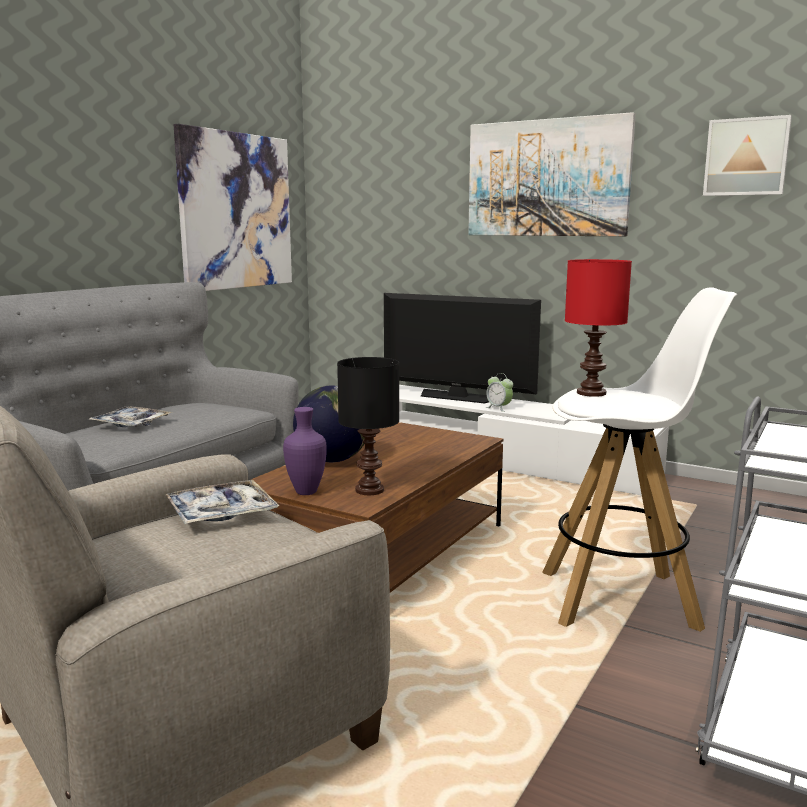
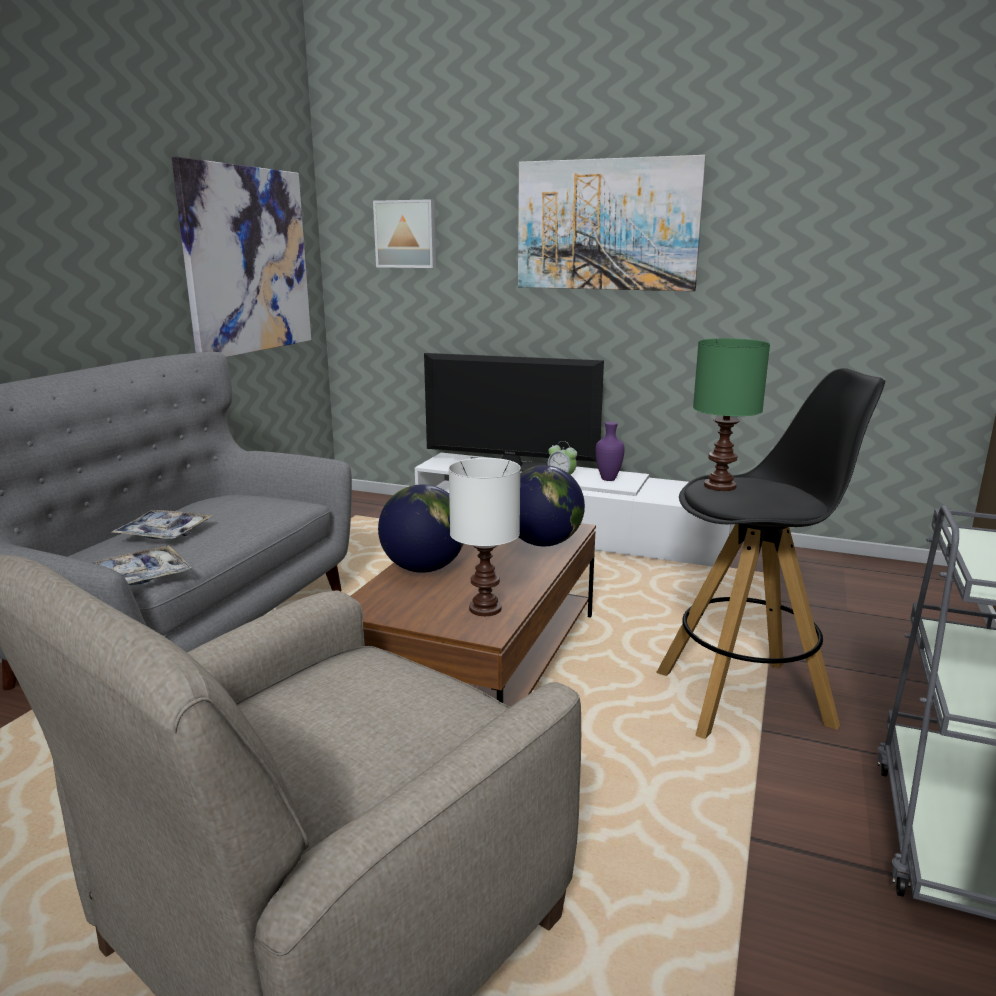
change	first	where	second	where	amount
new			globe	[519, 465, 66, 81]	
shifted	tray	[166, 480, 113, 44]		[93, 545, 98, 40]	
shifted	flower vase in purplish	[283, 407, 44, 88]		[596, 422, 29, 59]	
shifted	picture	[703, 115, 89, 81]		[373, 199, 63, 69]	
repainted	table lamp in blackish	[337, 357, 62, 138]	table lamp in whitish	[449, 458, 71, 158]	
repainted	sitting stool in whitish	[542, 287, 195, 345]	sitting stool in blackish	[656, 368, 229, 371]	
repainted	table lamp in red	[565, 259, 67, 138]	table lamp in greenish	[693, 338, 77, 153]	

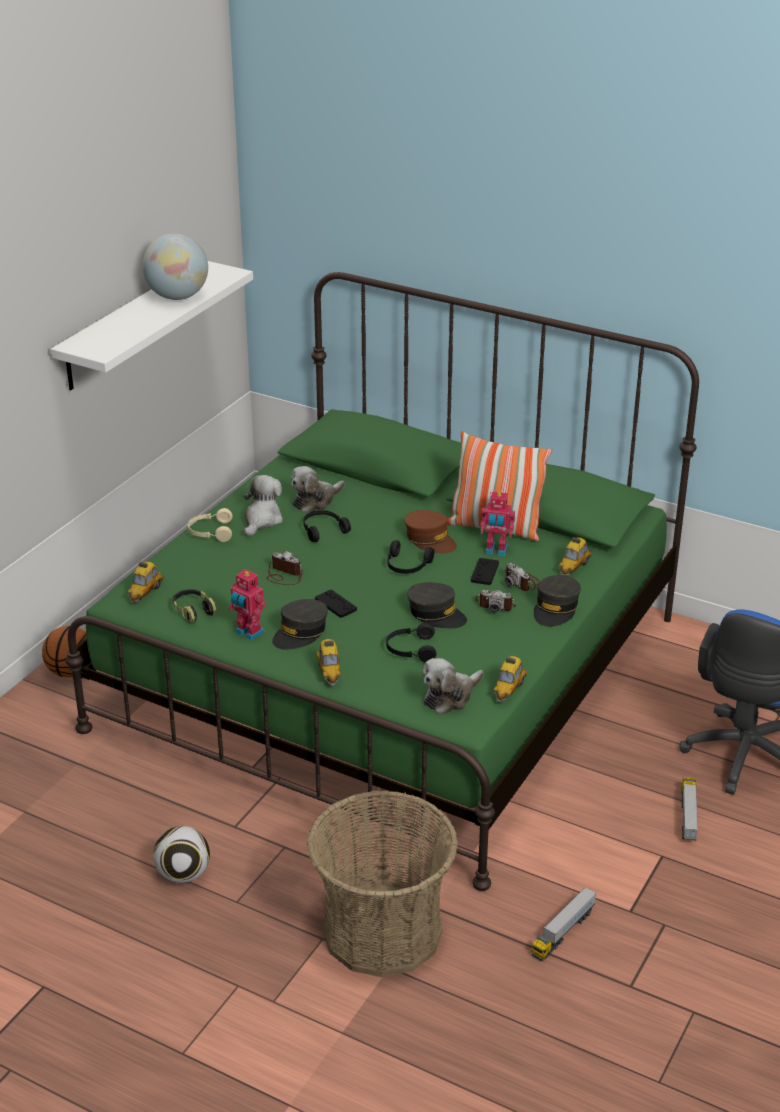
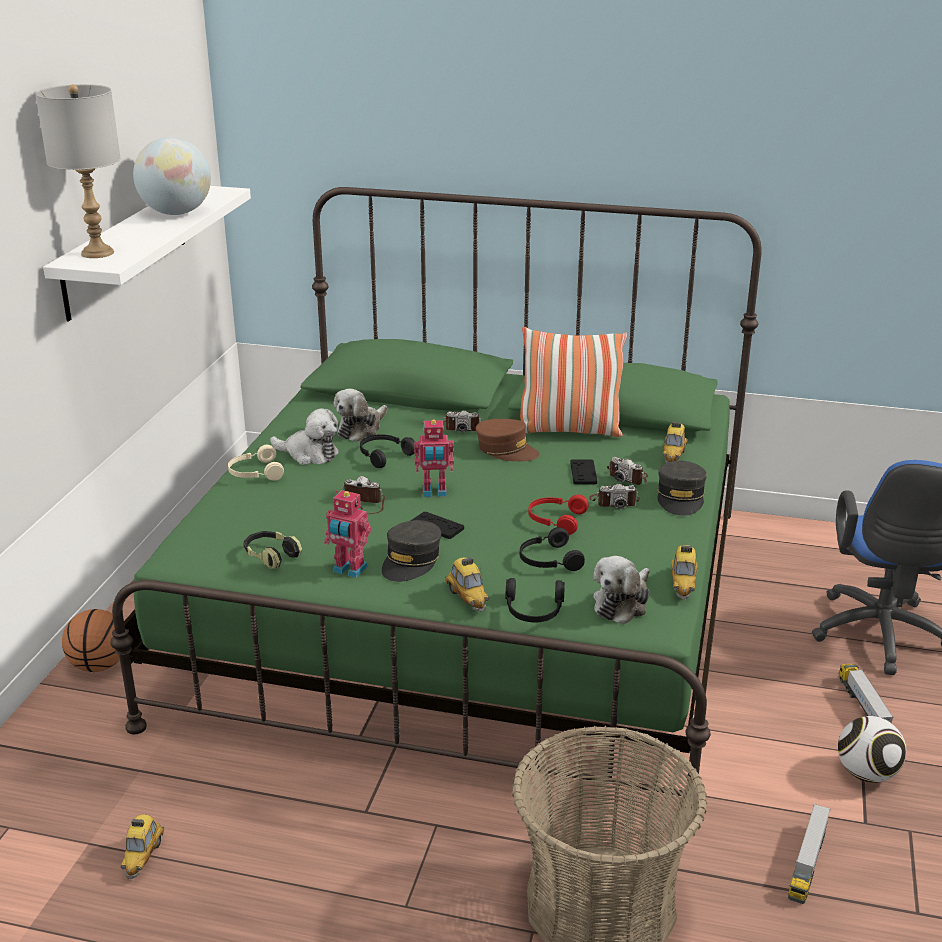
change	first	where	second	where	amount
new			table lamp in gray	[35, 84, 86, 174]	
new			photo camera	[443, 410, 38, 22]	
shifted	model car	[127, 562, 37, 41]		[121, 815, 43, 64]	
shifted	football ball	[153, 826, 57, 57]		[838, 716, 68, 67]	
shifted	headphones in blackish	[387, 540, 47, 34]		[506, 578, 59, 44]	
shifted	toy robot	[481, 492, 34, 64]		[414, 420, 40, 77]	
swapped	cap in gray	[407, 582, 60, 46]	headphones in red	[528, 495, 60, 40]	
rotated	soft toy	[243, 475, 40, 61]		[270, 408, 69, 57]	105 degrees clockwise

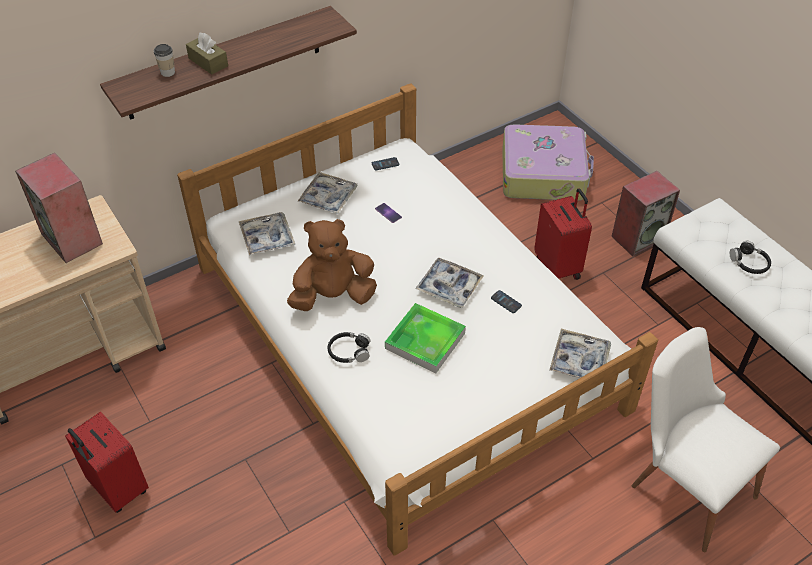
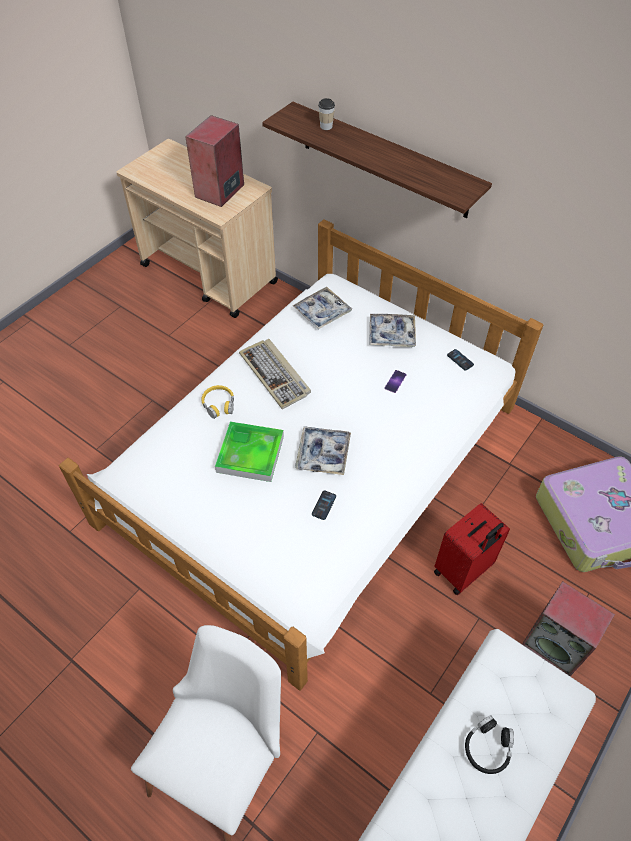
change	first	where	second	where	amount
gone	suitcase in red	[65, 412, 84, 101]			
gone	tissue holder in brownish	[186, 33, 42, 42]			
gone	tray	[549, 329, 62, 55]			
swapped	soft toy in brownish	[287, 219, 90, 92]	computer keyboard	[239, 339, 72, 70]	
repainted	headphones in blackish	[328, 332, 42, 31]	headphones in yellow-coloured	[201, 385, 33, 34]	

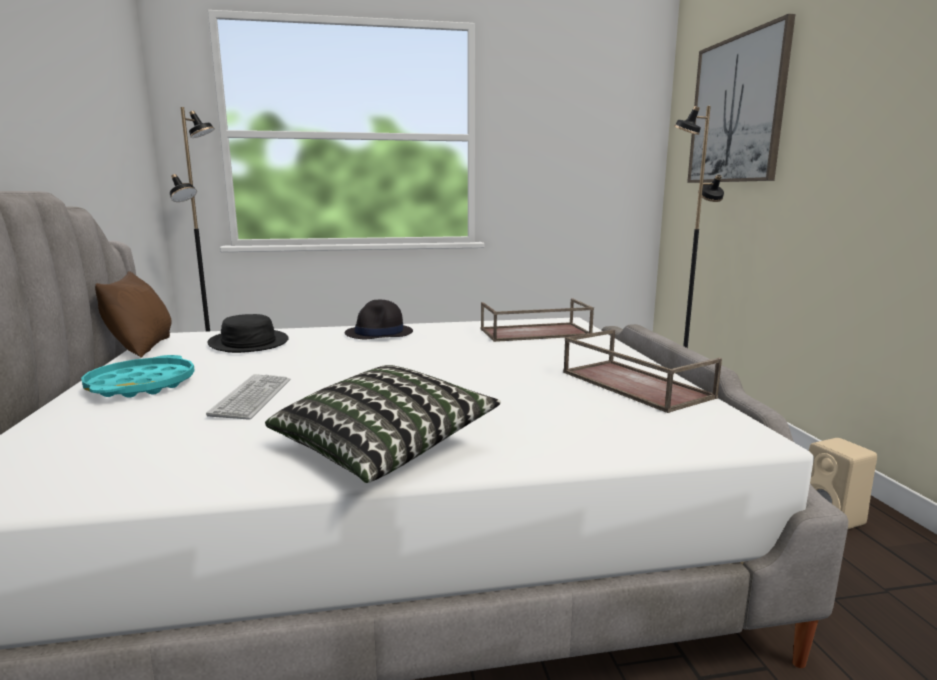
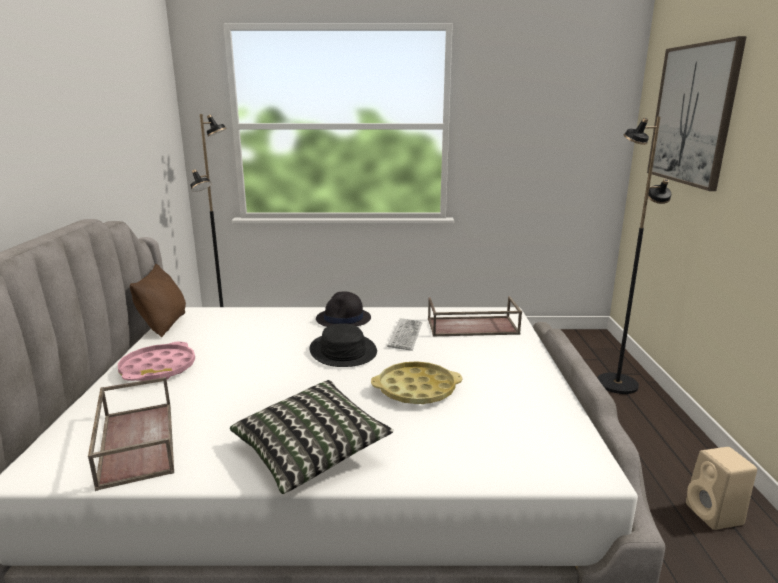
change	first	where	second	where	amount
new			tray in yellow-coloured	[371, 361, 91, 43]	
shifted	computer keyboard	[206, 374, 84, 46]		[387, 318, 35, 33]	
shifted	wearable hat in blackish	[208, 314, 80, 39]		[309, 323, 68, 44]	
shifted	tray in brownish	[563, 330, 159, 83]		[88, 377, 86, 114]	
repainted	tray in turquoise-coloured	[81, 355, 114, 43]	tray in pinkish	[118, 342, 77, 39]	

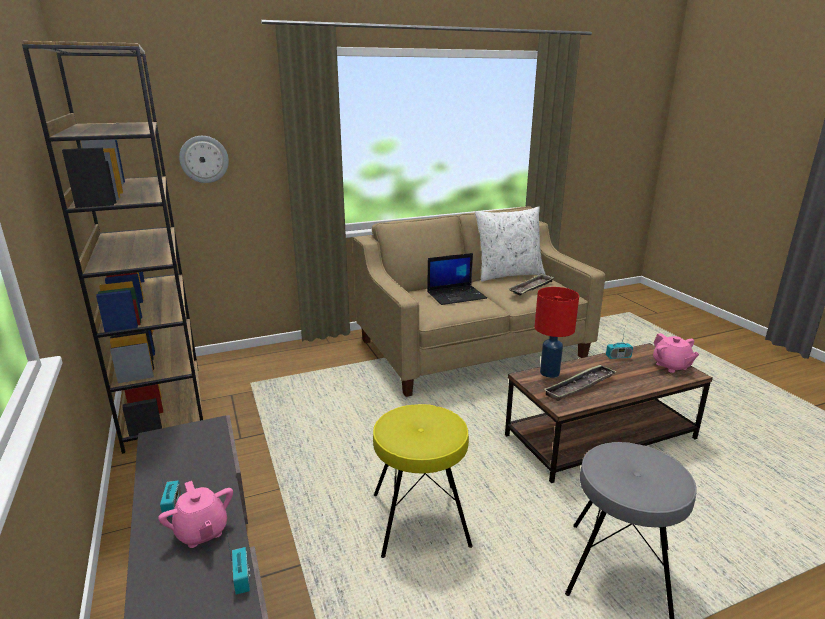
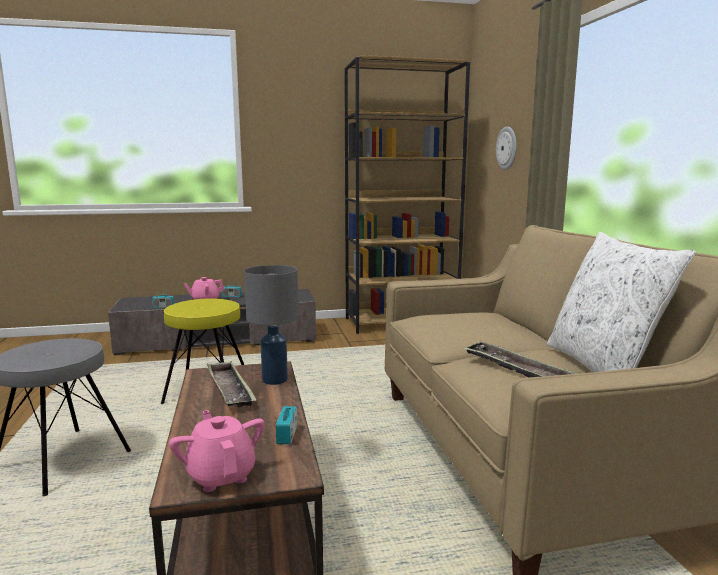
change	first	where	second	where	amount
gone	notebook computer	[427, 253, 60, 52]			
repainted	table lamp in red	[535, 287, 44, 91]	table lamp in gray	[244, 265, 55, 120]	
rotated	tea pot in pinkish	[653, 333, 46, 40]		[169, 410, 96, 82]	75 degrees clockwise

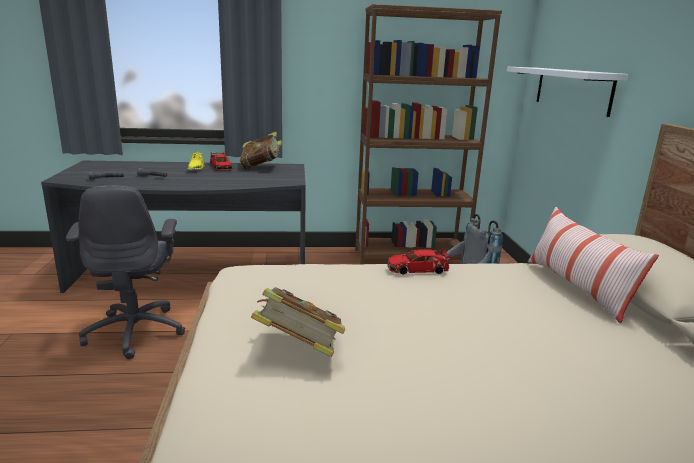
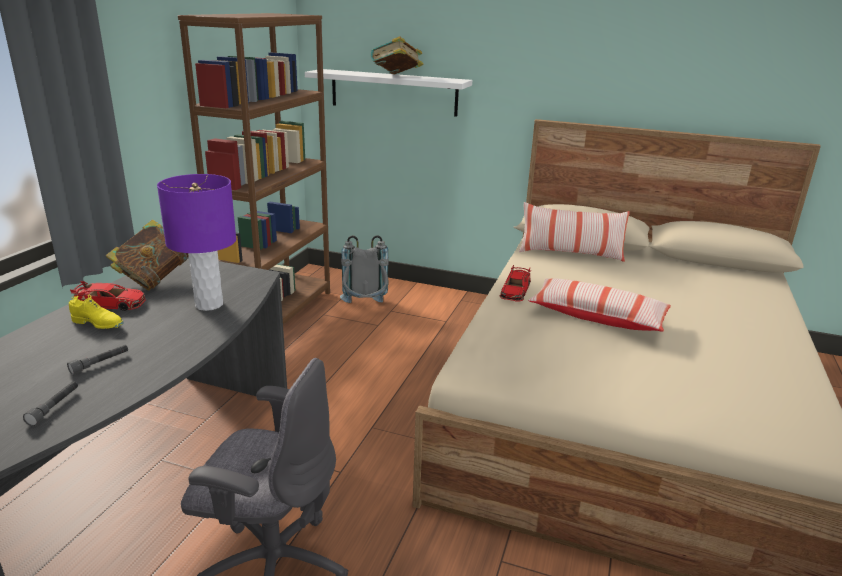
change	first	where	second	where	amount
new			table lamp in purplish	[157, 174, 79, 137]	
new			pillow	[528, 278, 143, 54]	
shifted	volume	[251, 287, 94, 70]		[371, 36, 52, 38]	

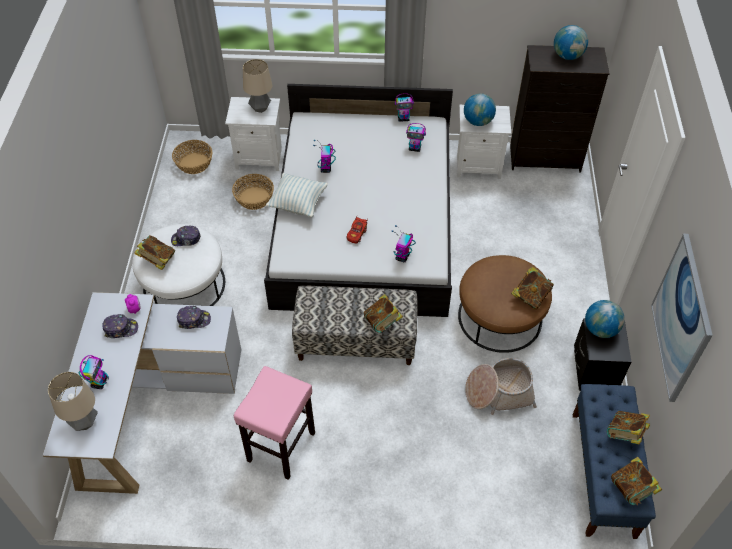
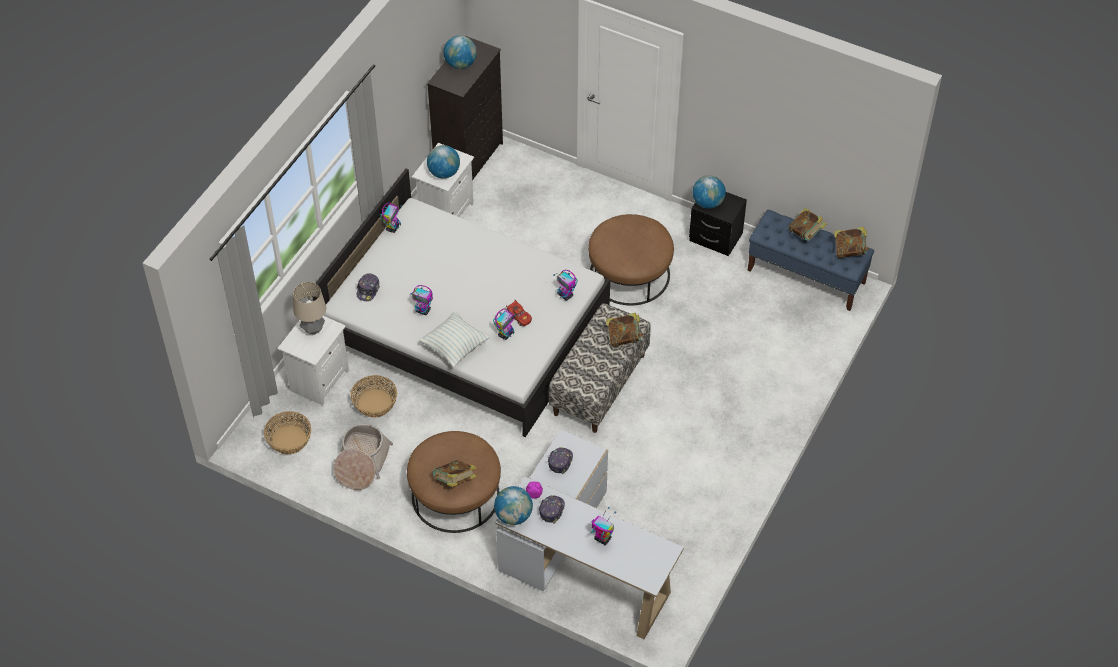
change	first	where	second	where	amount
gone	table lamp	[48, 372, 50, 59]			
gone	sitting stool in pinkish	[234, 366, 81, 114]			
gone	volume	[511, 267, 43, 43]			
gone	picture	[651, 234, 62, 168]			
new			globe	[494, 486, 39, 39]	
shifted	cap	[171, 226, 30, 20]		[356, 273, 24, 28]	
shifted	toy robot	[406, 123, 20, 29]		[493, 309, 23, 31]	
shifted	storage basket	[465, 358, 72, 57]		[334, 424, 59, 66]	
repainted	ottoman in whitish	[132, 224, 93, 82]	ottoman in brownish	[407, 431, 94, 102]	

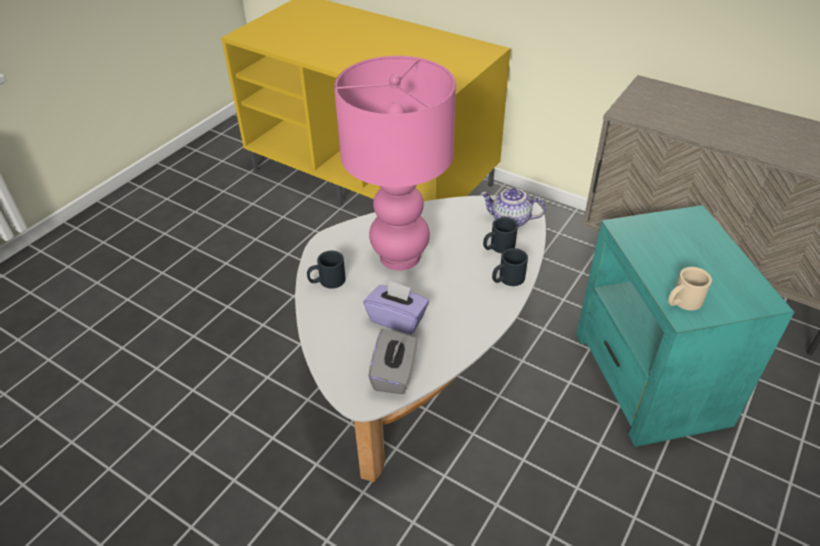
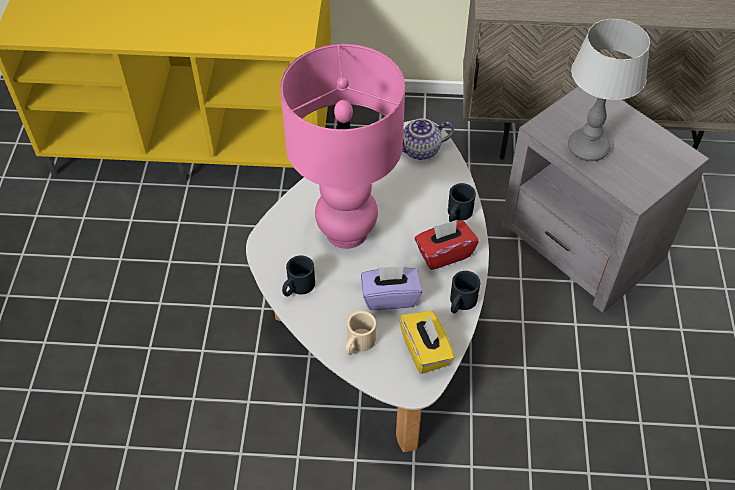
change	first	where	second	where	amount
new			tissue holder in red	[415, 220, 64, 50]	
new			table lamp	[568, 19, 82, 142]	
shifted	coffee mug in blackish	[483, 217, 35, 36]		[450, 271, 30, 42]	
shifted	coffee mug in beige-coloured	[668, 267, 44, 44]		[345, 311, 31, 44]	
repainted	tissue holder in gray	[368, 328, 49, 66]	tissue holder in yellow-coloured	[399, 311, 56, 63]	
repainted	end table in turquoise-coloured	[576, 205, 218, 242]	end table in gray	[500, 86, 209, 227]	

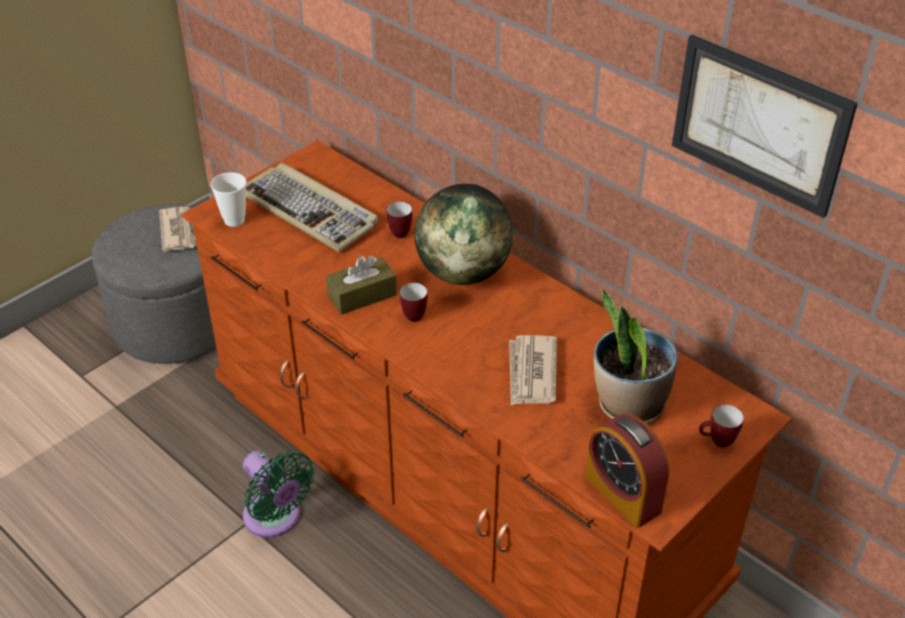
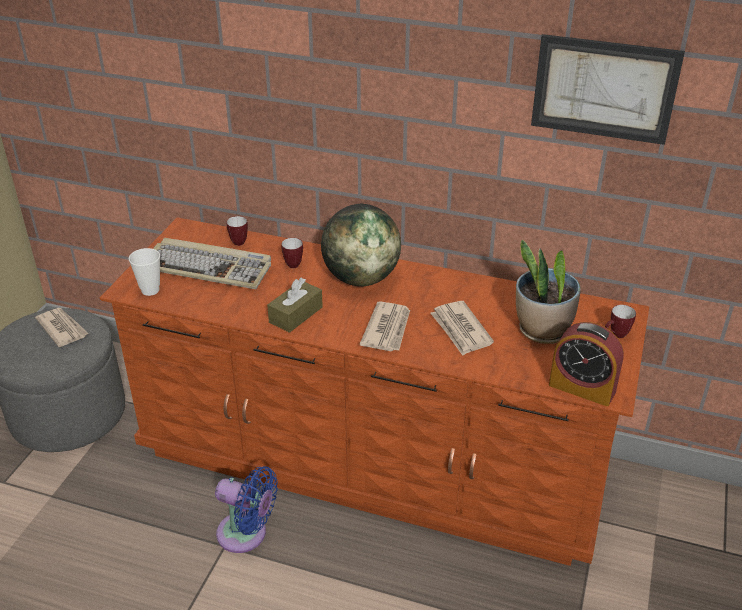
change	first	where	second	where	amount
new			daily paper	[360, 301, 50, 50]	
shifted	coffee mug	[399, 283, 29, 39]		[227, 216, 21, 30]	
repainted	fan in greenish	[243, 451, 71, 87]	fan in bluish	[215, 466, 63, 87]	

